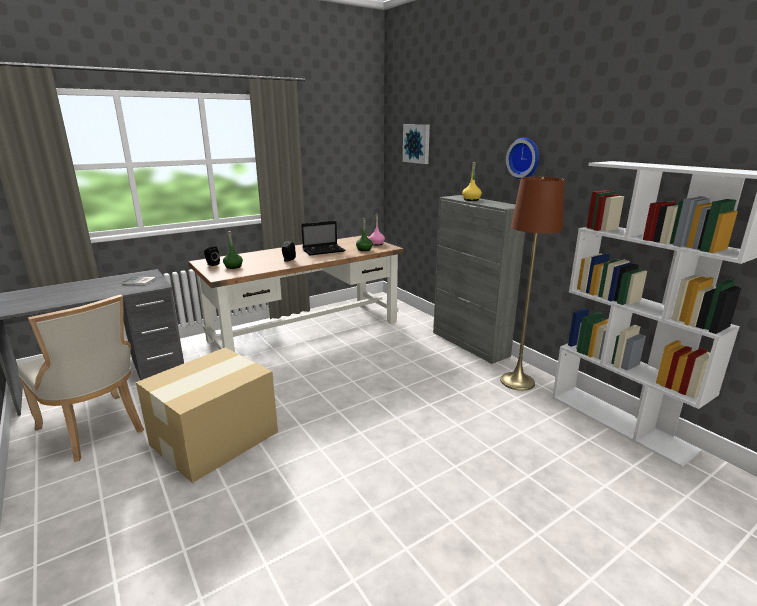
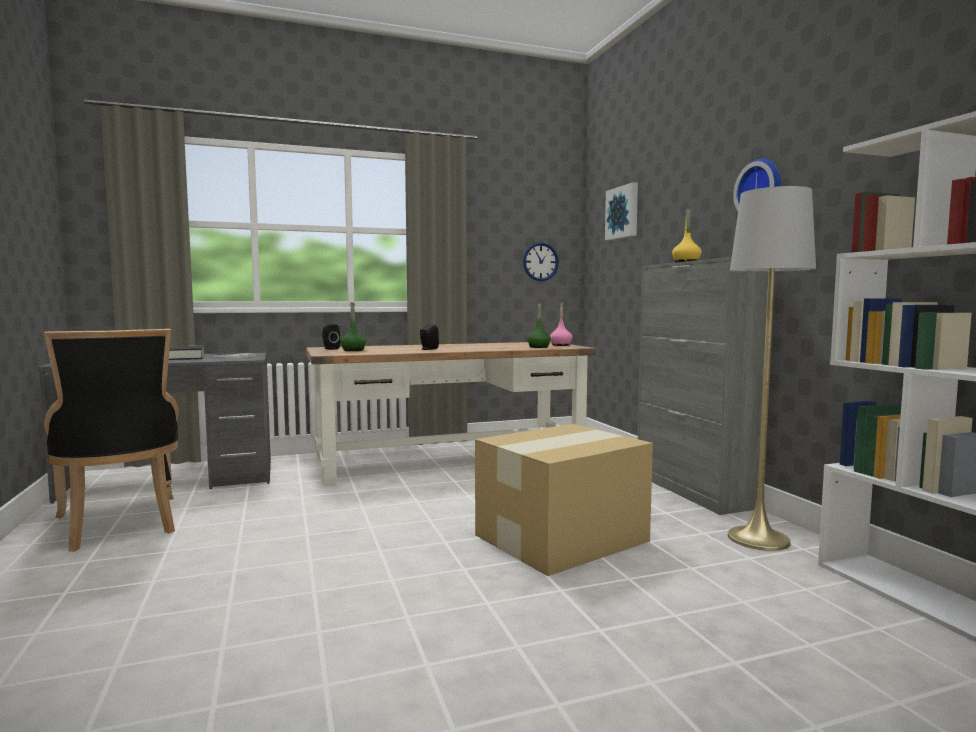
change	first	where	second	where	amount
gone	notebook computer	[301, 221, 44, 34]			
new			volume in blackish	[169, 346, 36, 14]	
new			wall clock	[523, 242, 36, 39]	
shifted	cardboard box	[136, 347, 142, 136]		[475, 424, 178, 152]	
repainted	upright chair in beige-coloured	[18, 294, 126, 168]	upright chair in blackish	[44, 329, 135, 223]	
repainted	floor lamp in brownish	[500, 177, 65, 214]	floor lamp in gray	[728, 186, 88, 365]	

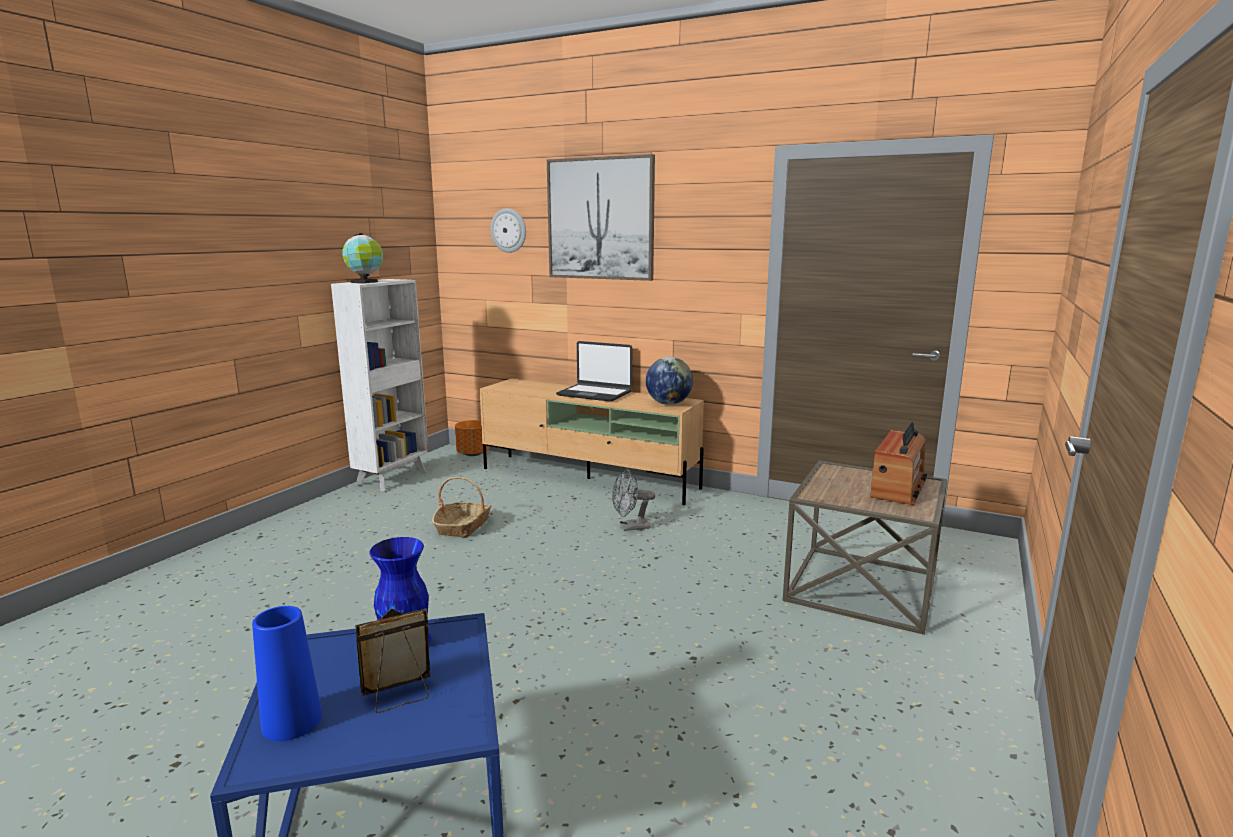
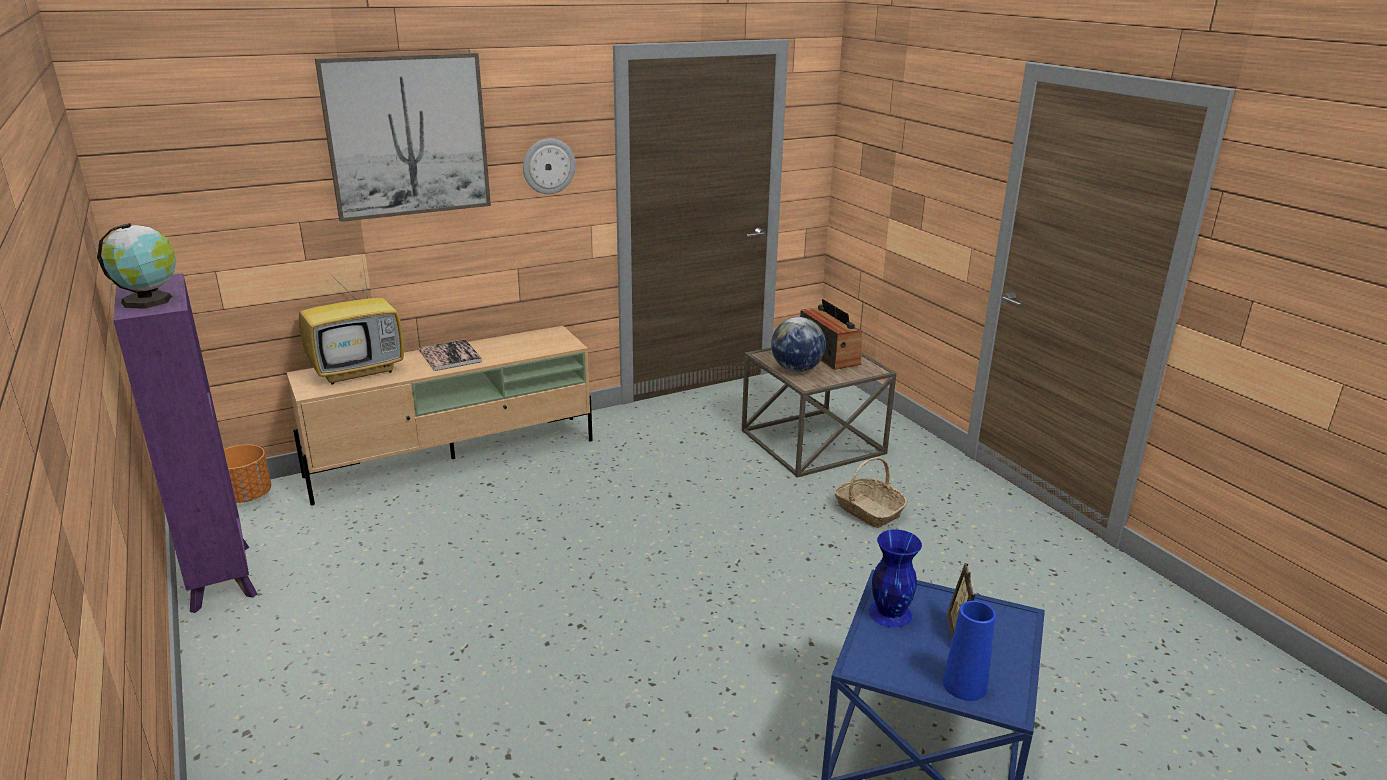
change	first	where	second	where	amount
gone	fan in gray	[612, 469, 43, 62]			
new			TV set	[299, 252, 105, 133]	
shifted	storage basket	[432, 477, 59, 61]		[834, 457, 74, 71]	
shifted	wall clock	[490, 208, 36, 45]		[523, 138, 53, 56]	
shifted	globe	[646, 357, 47, 48]		[771, 317, 55, 55]	
swapped	notebook computer	[556, 341, 76, 61]	volume	[419, 339, 63, 32]	
repainted	shelving unit in whitish	[331, 279, 98, 212]	shelving unit in purplish	[113, 273, 144, 340]	

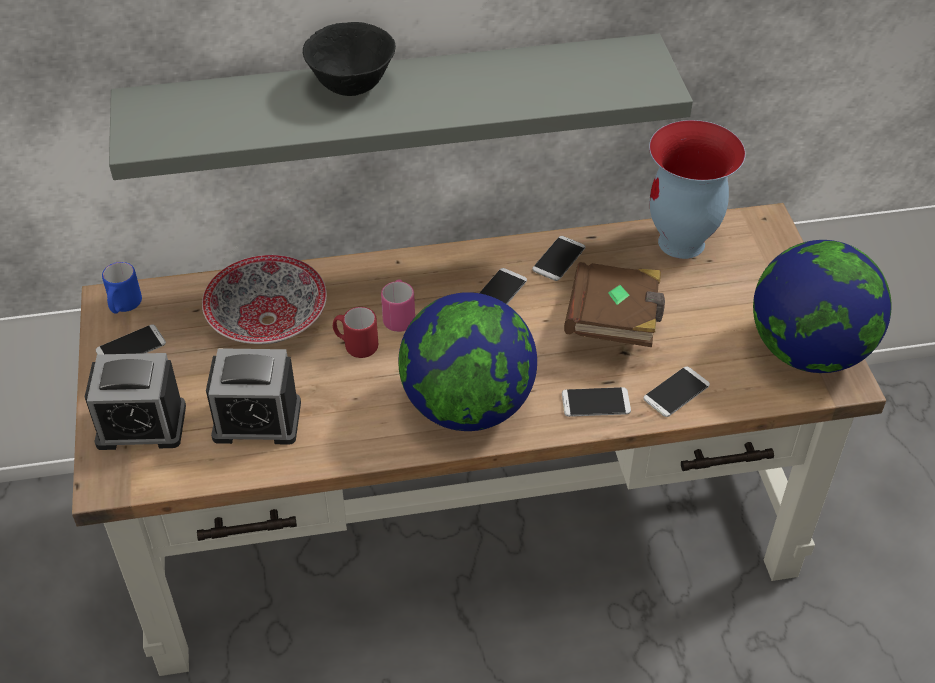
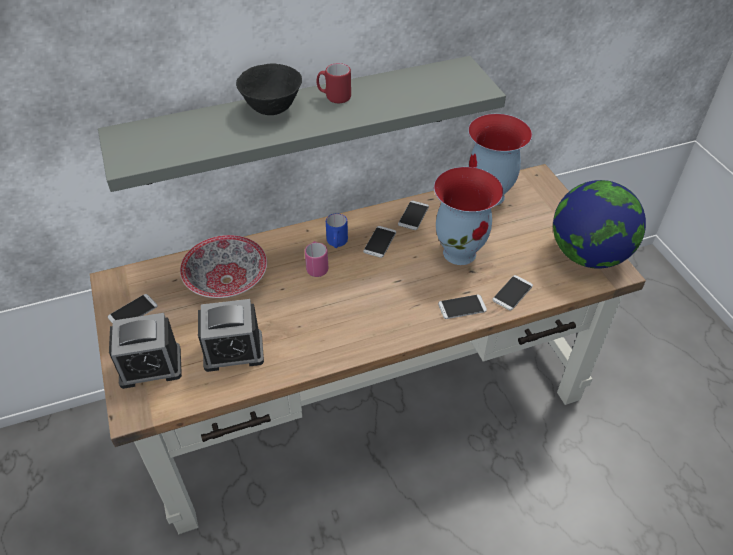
change	first	where	second	where	amount
gone	globe	[398, 292, 139, 139]			
shifted	coffee mug in bluish	[102, 262, 40, 52]		[326, 214, 22, 34]	
shifted	coffee mug in red	[333, 307, 45, 51]		[316, 63, 35, 40]	
swapped	volume in brownish	[564, 262, 101, 85]	flower vase	[434, 167, 70, 98]	

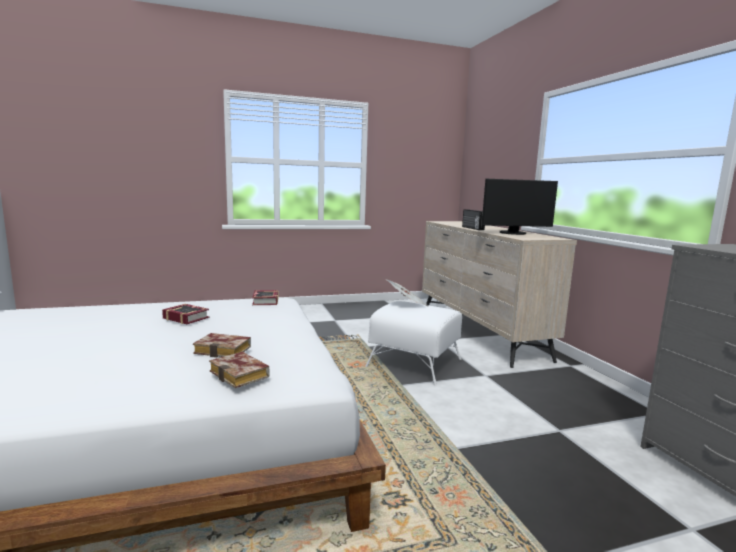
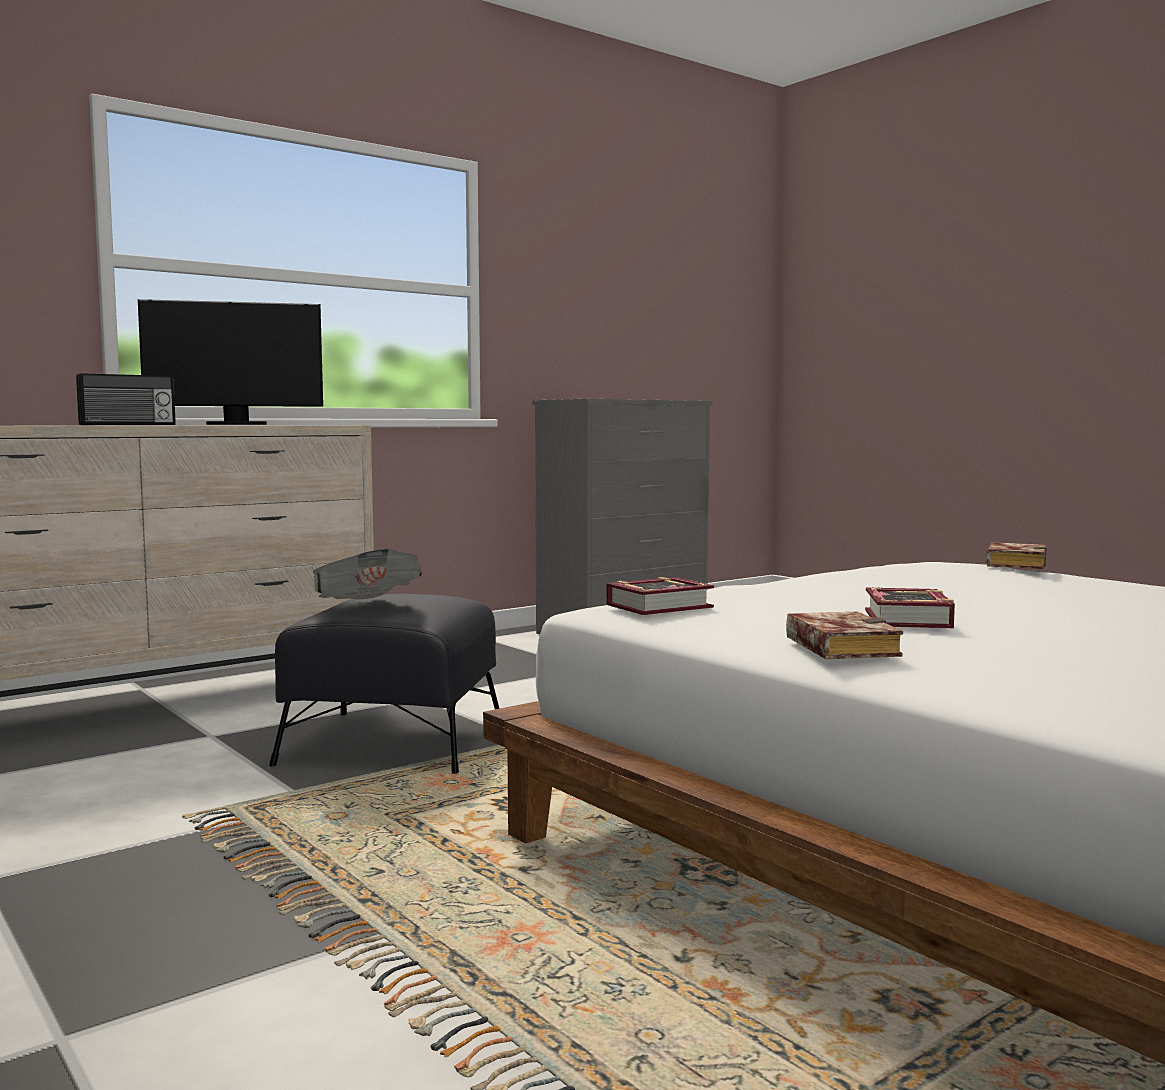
change	first	where	second	where	amount
shifted	volume	[193, 333, 58, 25]		[786, 612, 117, 47]	
repainted	ottoman in whitish	[365, 301, 97, 85]	ottoman in blackish	[269, 594, 231, 180]	
rotated	monitor	[482, 179, 76, 56]		[138, 299, 185, 126]	105 degrees clockwise

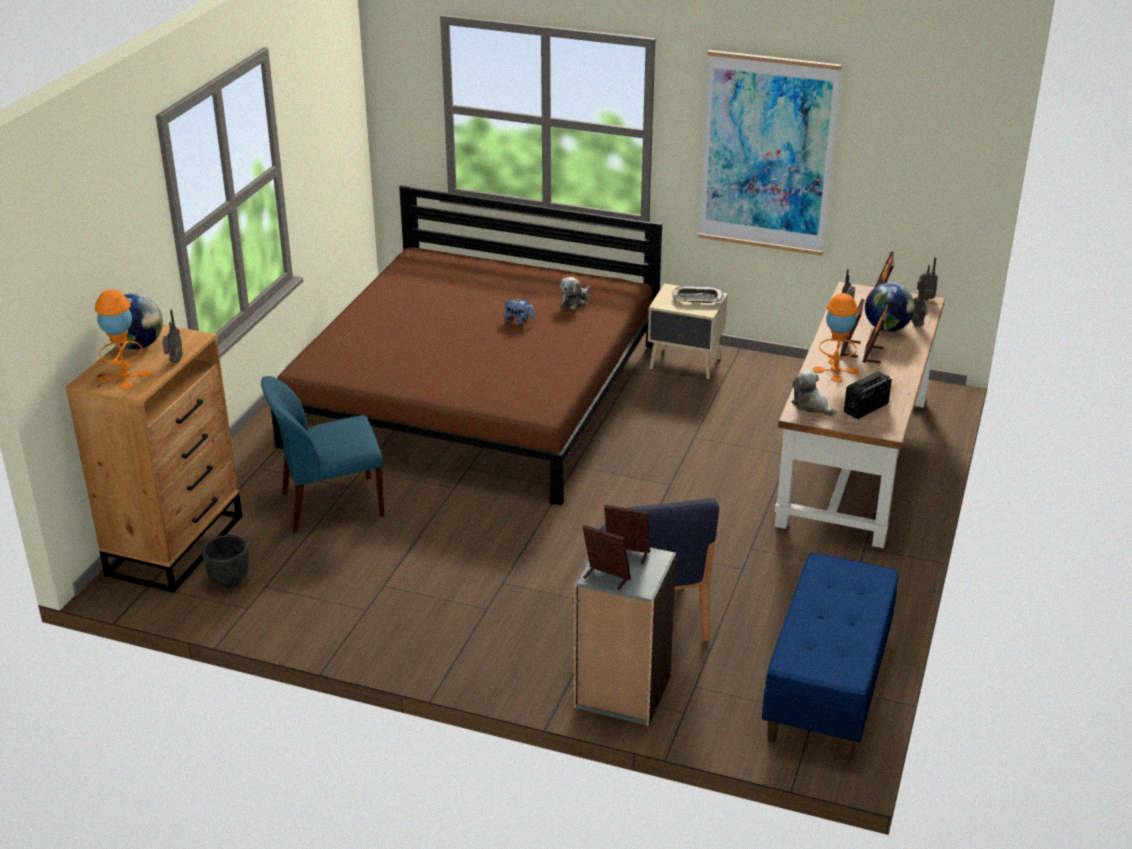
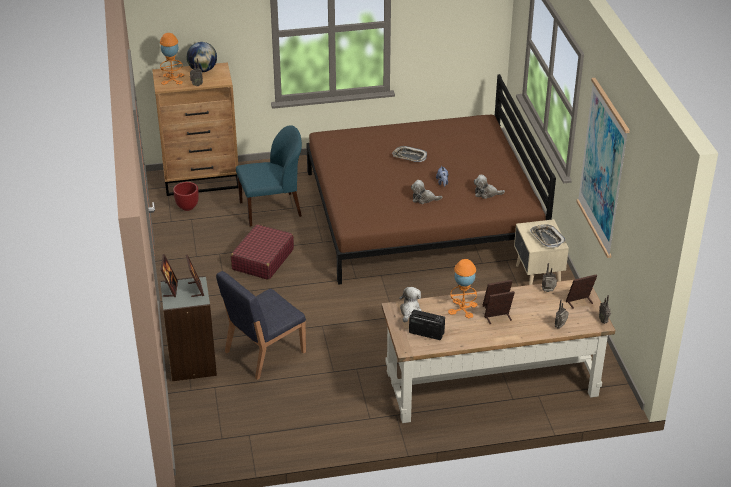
change	first	where	second	where	amount
gone	bench in bluish	[762, 552, 136, 209]			
gone	globe	[865, 283, 50, 49]			
new			suitcase in red	[231, 224, 63, 56]	
new			tray	[392, 146, 35, 16]	
new			soft toy	[411, 180, 32, 24]	
repainted	plant pot in blackish	[202, 535, 47, 53]	plant pot in red	[173, 182, 26, 29]	
rotated	upright chair in bluish	[261, 376, 123, 157]		[236, 125, 66, 102]	120 degrees clockwise

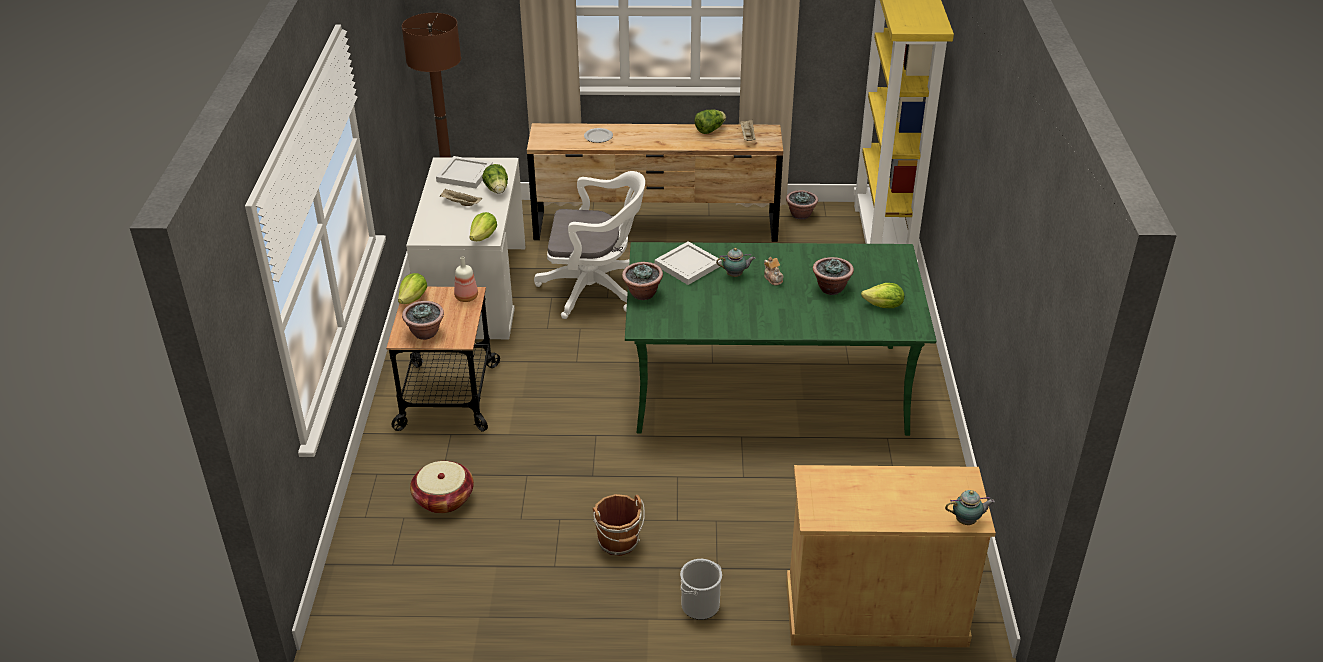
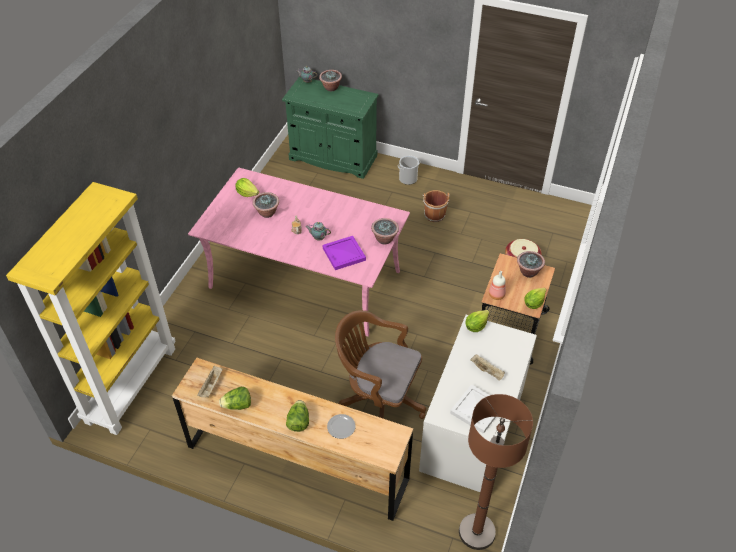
change	first	where	second	where	amount
shifted	lettuce	[482, 164, 26, 30]		[286, 400, 23, 32]	
shifted	plant in a pot	[786, 190, 32, 30]		[319, 70, 23, 21]	
repainted	desk chair in whitish	[534, 171, 111, 148]	desk chair in brownish	[335, 310, 91, 109]	
repainted	kitchen table in greenish	[625, 242, 312, 194]	kitchen table in pinkish	[188, 167, 222, 170]	
repainted	tray in whitish	[655, 241, 67, 44]	tray in purplish	[322, 236, 44, 34]	
repainted	storage cabinet in beige-coloured	[786, 465, 210, 182]	storage cabinet in greenish	[282, 76, 97, 103]	

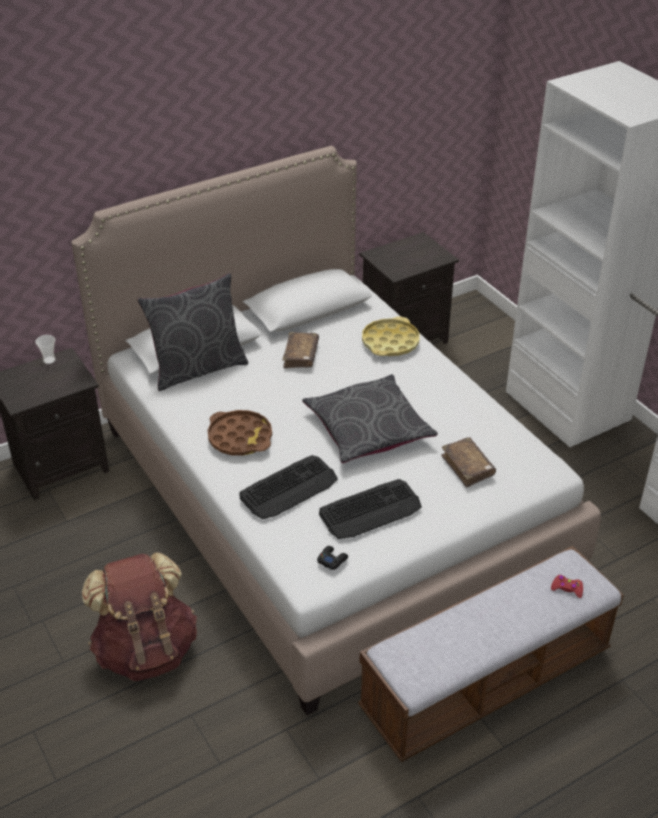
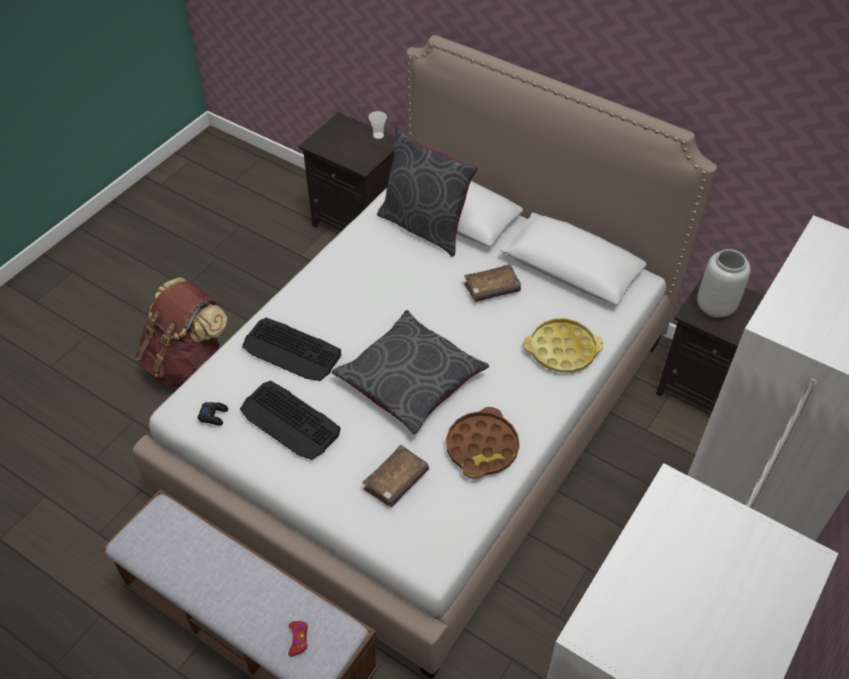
change	first	where	second	where	amount
new			flower vase in gray	[697, 249, 54, 69]	
shifted	tray in brownish	[208, 410, 64, 46]		[446, 407, 73, 72]	

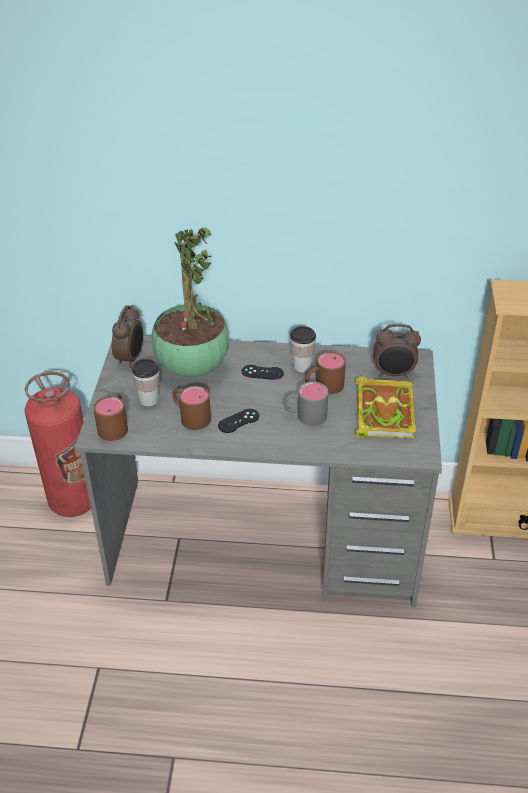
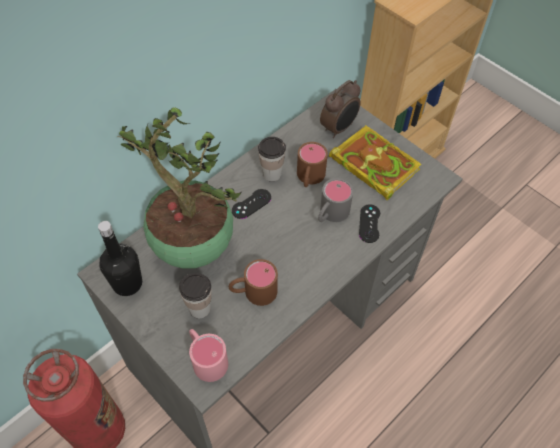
change	first	where	second	where	amount
shifted	game controller in blackish	[218, 409, 41, 24]		[359, 204, 21, 39]	
swapped	alarm clock	[112, 305, 31, 63]	beverage bottle in blackish	[98, 221, 44, 75]	
repainted	coffee mug in brownish	[93, 394, 35, 47]	coffee mug in pinkish	[189, 329, 39, 53]	

